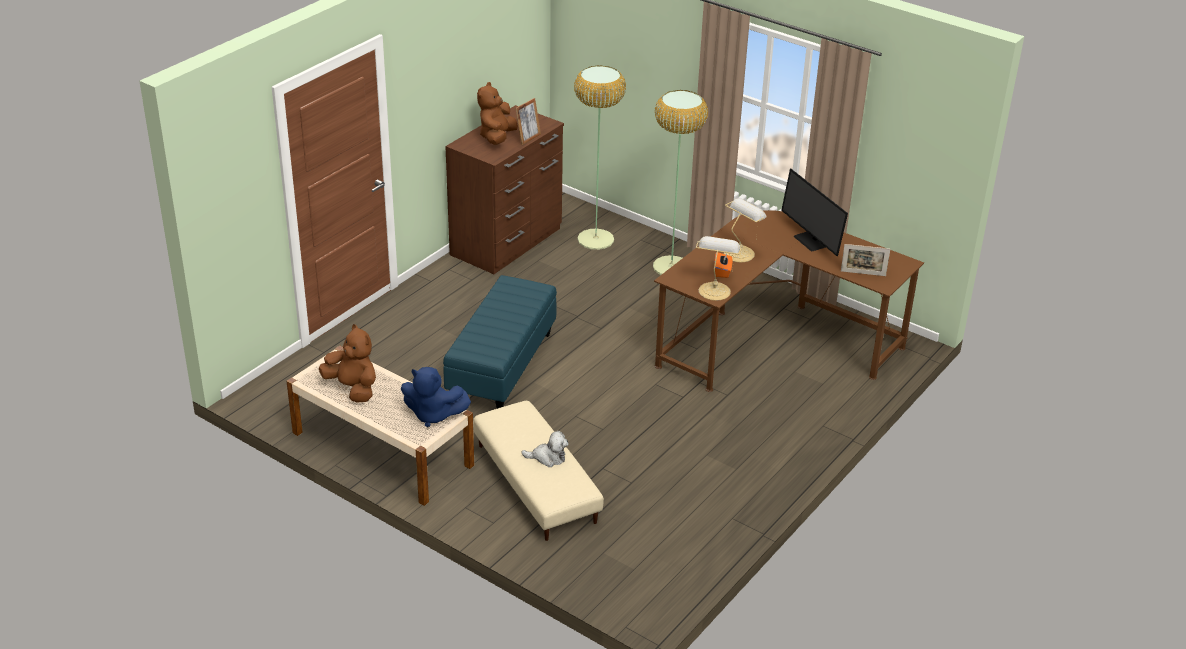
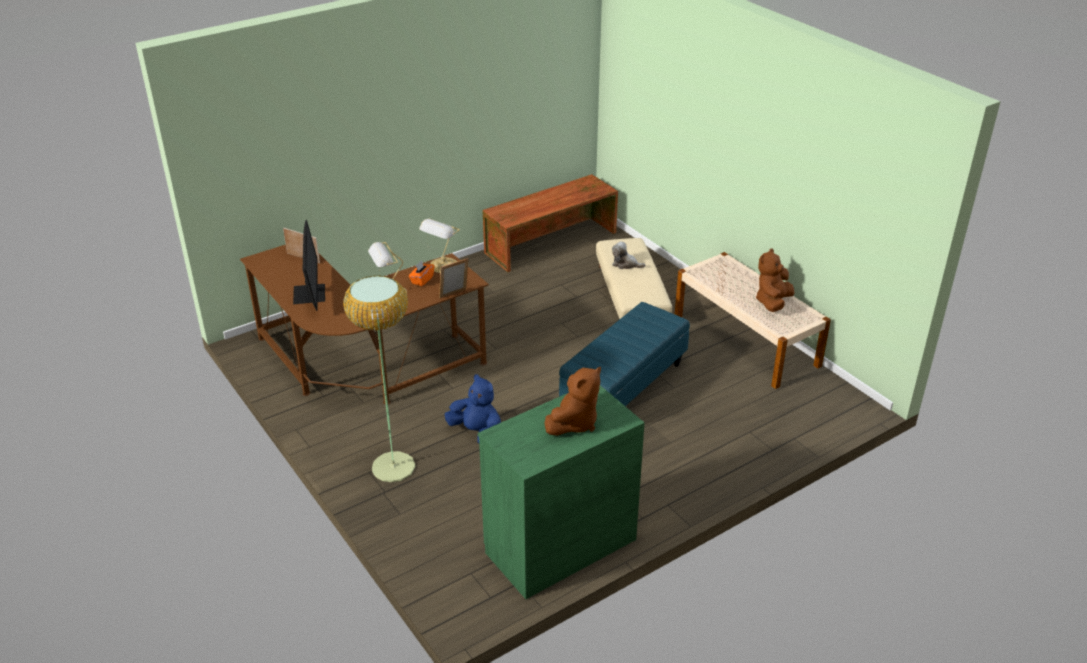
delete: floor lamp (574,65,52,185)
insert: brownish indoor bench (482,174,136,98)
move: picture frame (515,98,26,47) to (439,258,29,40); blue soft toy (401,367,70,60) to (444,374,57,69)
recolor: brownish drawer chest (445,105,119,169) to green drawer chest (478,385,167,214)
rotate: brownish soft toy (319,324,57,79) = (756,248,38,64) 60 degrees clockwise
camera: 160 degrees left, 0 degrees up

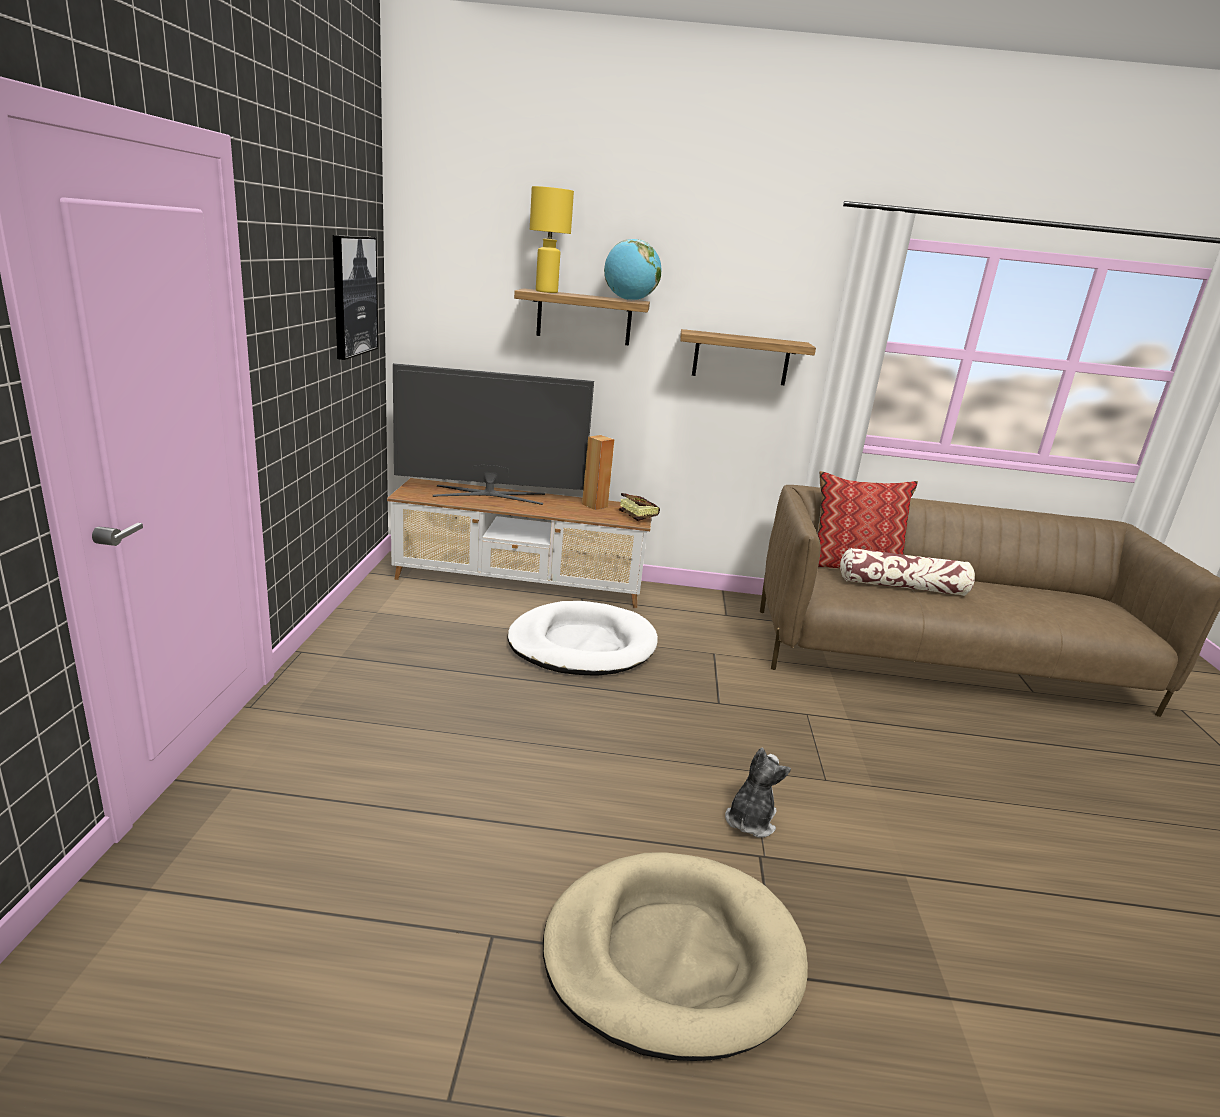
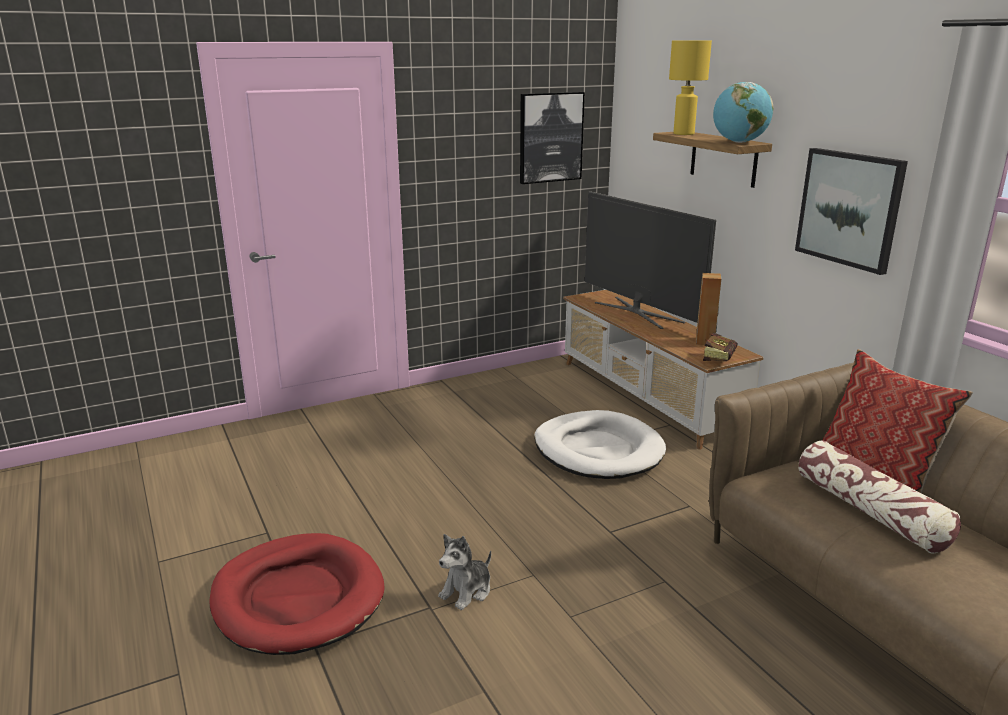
replace: shelf (680,329,136,56) to picture (795,148,113,127)
recolor: beige-coloured dog bed (543,852,265,209) to red dog bed (209,533,176,122)
rotate: soft toy (725,748,66,90) = (438,534,53,76) 135 degrees clockwise
camera: 60 degrees right, 0 degrees up

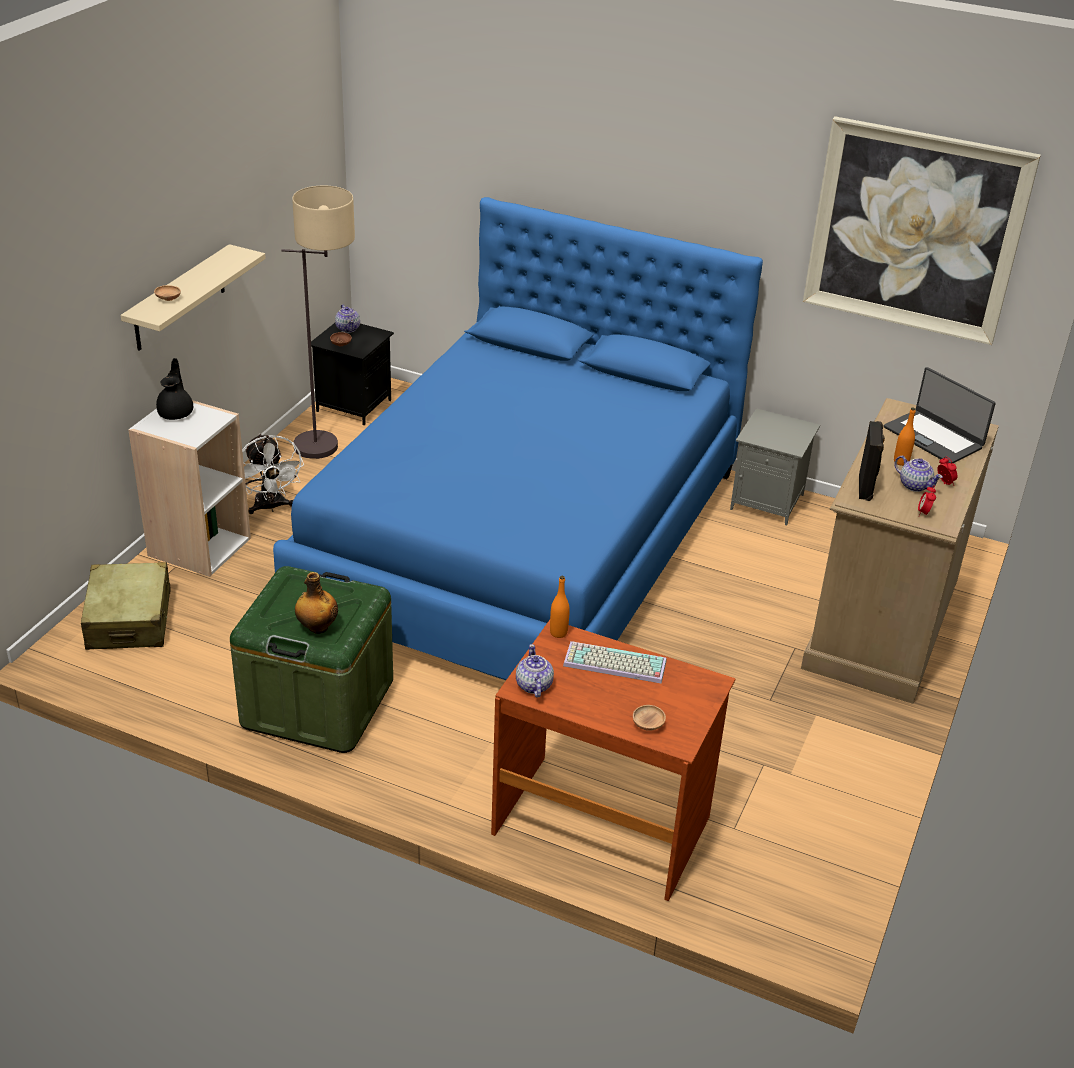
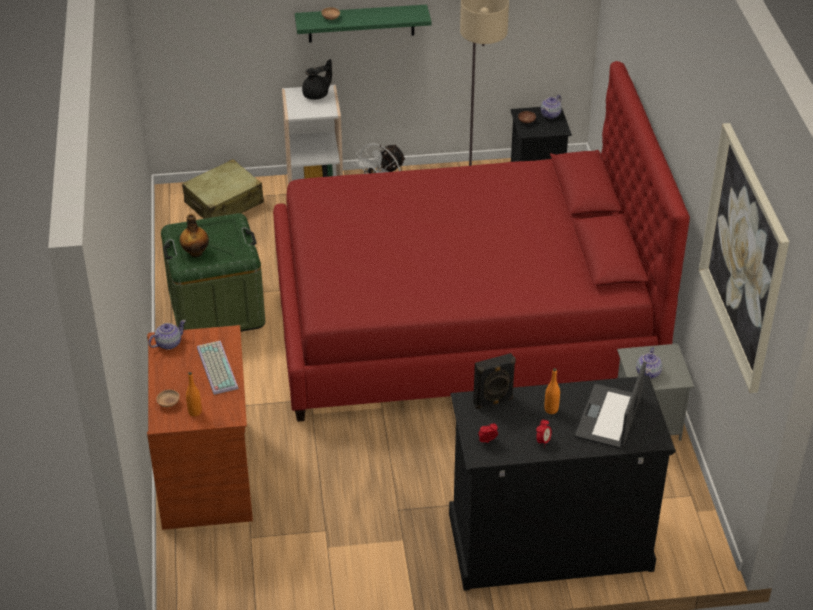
move: orangey drink bottle (550,576,20,62) to (186,372,16,44); tea pot (894,456,49,36) to (636,347,26,32)
recolor: blue bedroom bed (273,197,490,483) to red bedroom bed (273,61,417,361); beige-coloured shelf (121,244,145,106) to green shelf (295,4,136,38); beige-coloured drawer chest (801,398,198,306) to blackish drawer chest (449,376,227,215)
camera: 60 degrees right, 5 degrees up

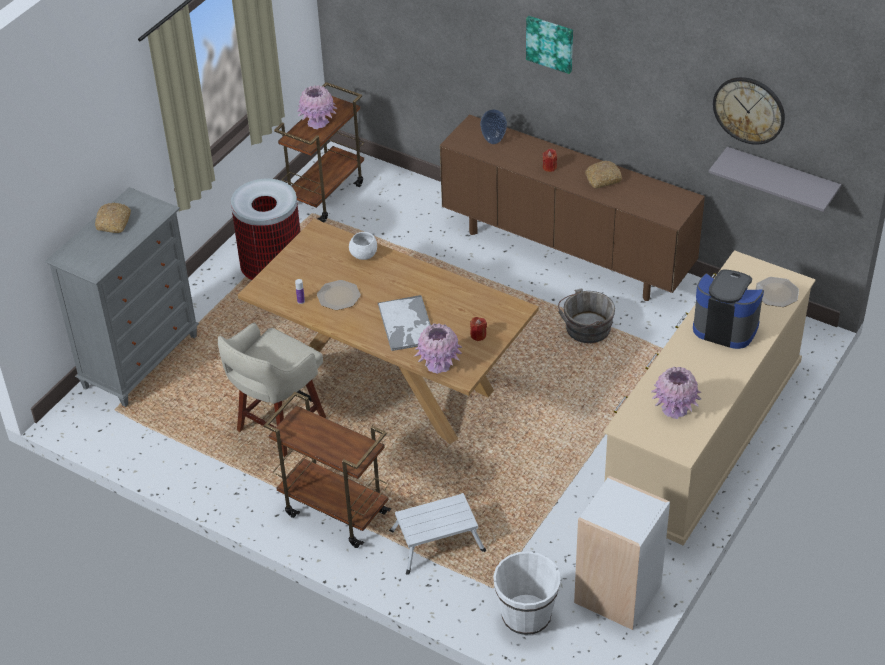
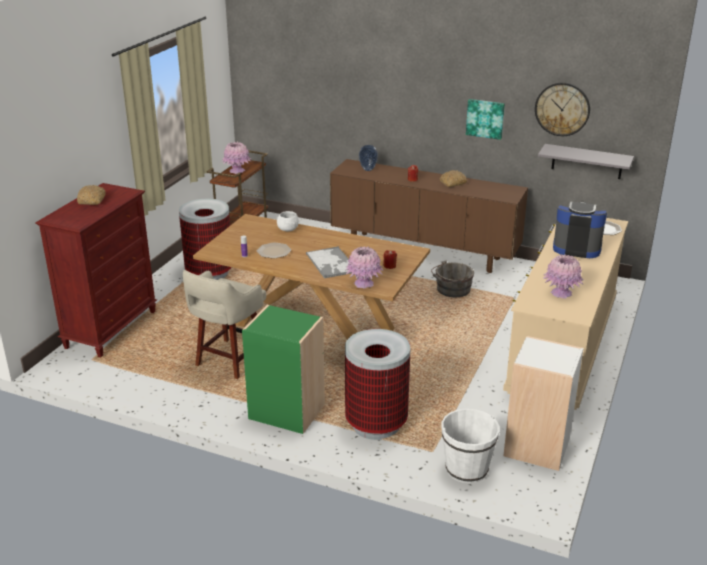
move: picture (526,16,47,58) to (466,99,39,41)
replace: brownish cart (264,392,127,156) to green shelving unit (242,305,83,129); white-coloured stepladder (389,493,97,82) to rubbish bin (345,329,66,111)
recolor: gray drawer chest (45,187,154,220) to red drawer chest (35,183,122,175)
camera: 10 degrees left, 15 degrees down

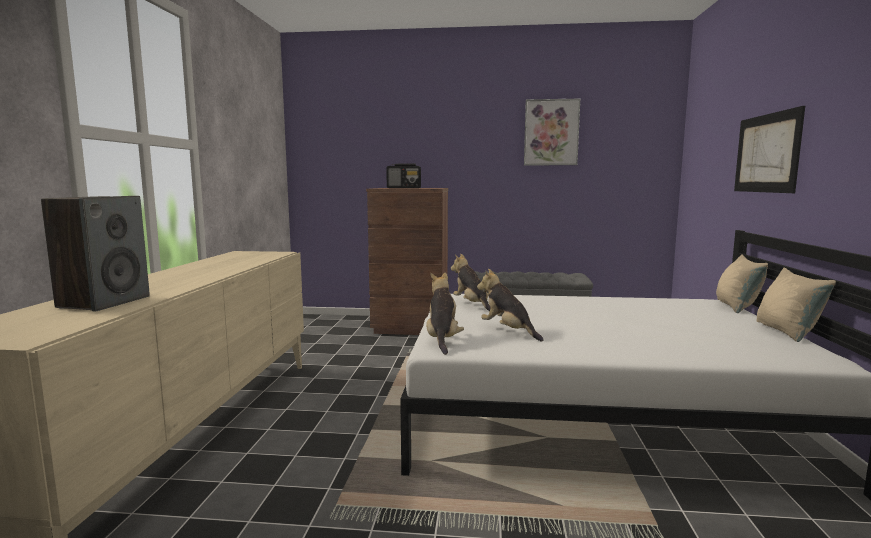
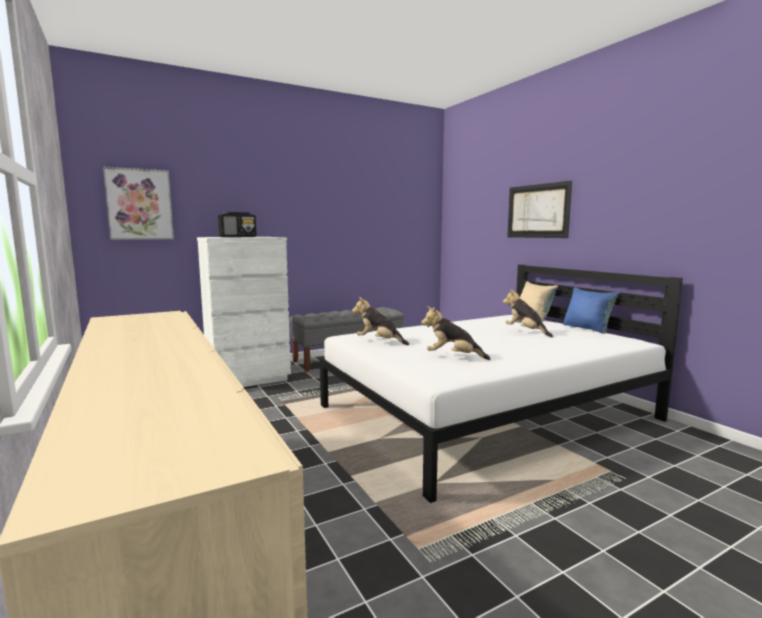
delete: speaker (41,196,109,115)
move: picture (524,99,56,66) to (103,167,71,73); soft toy (426,273,38,82) to (503,289,50,49)
recolor: brownish drawer chest (366,188,82,147) to white-coloured drawer chest (197,237,94,150); beige-coloured throw pillow (756,268,80,74) to blue throw pillow (563,287,56,47)
camera: 35 degrees left, 0 degrees up

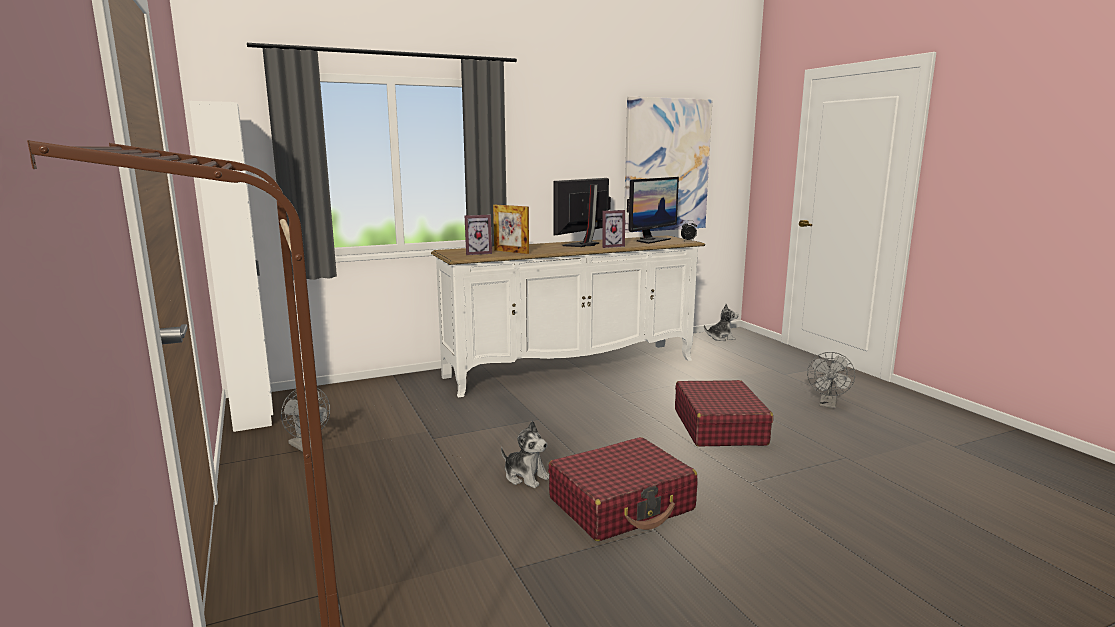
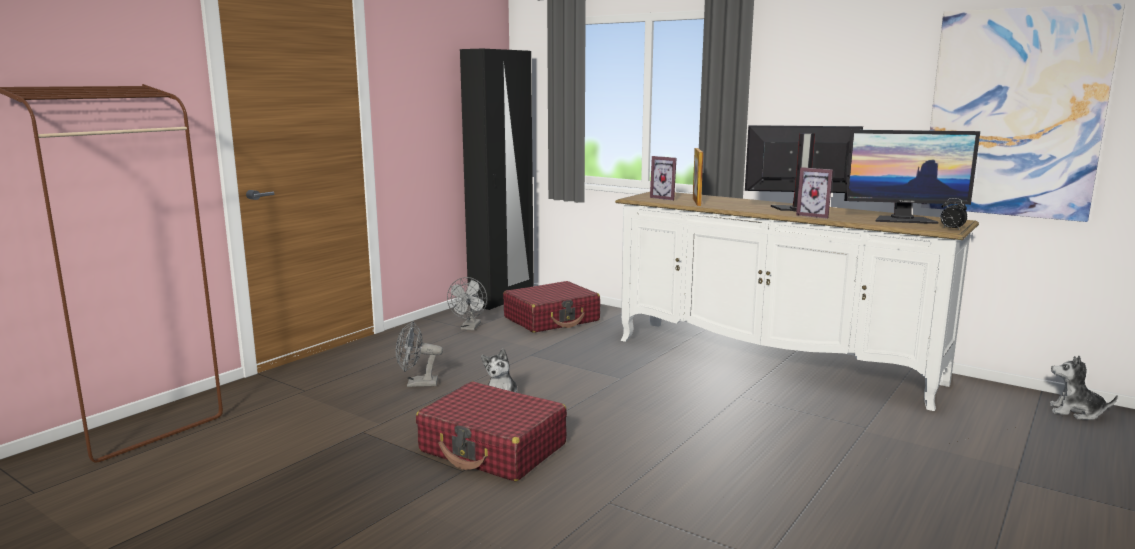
move: gray cooling fan (807,352,48,56) to (396,321,47,66); red piece of luggage (675,380,98,66) to (503,281,97,52)
recolor: white-coloured clothes cupboard (189,101,84,331) to blackish clothes cupboard (460,49,74,261)
rotate: soft toy (704,304,35,37) = (1050,356,68,64) 150 degrees clockwise
camera: 60 degrees right, 0 degrees up

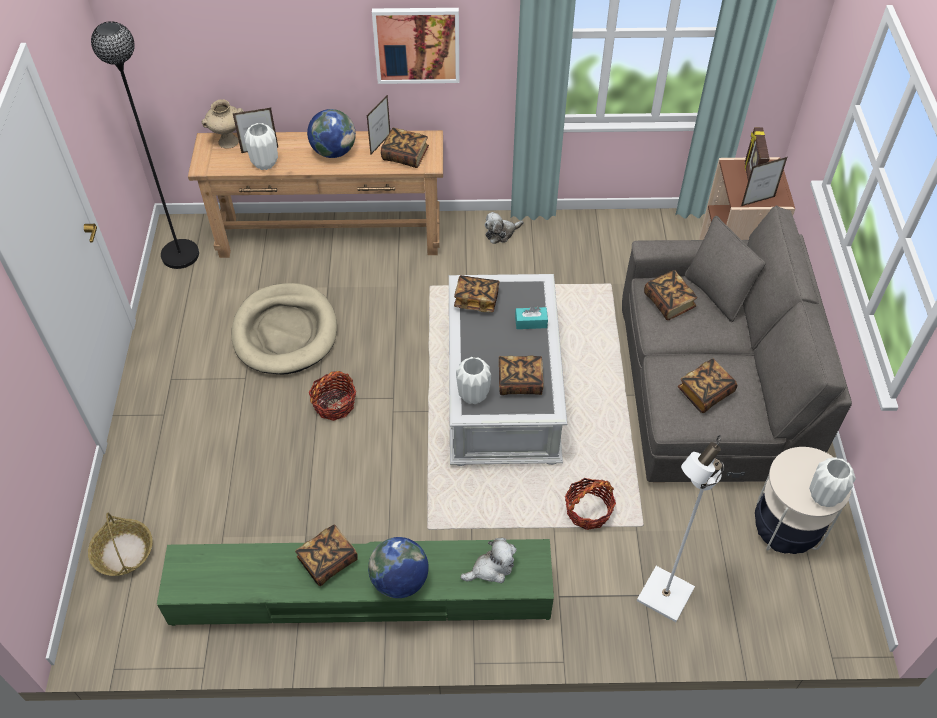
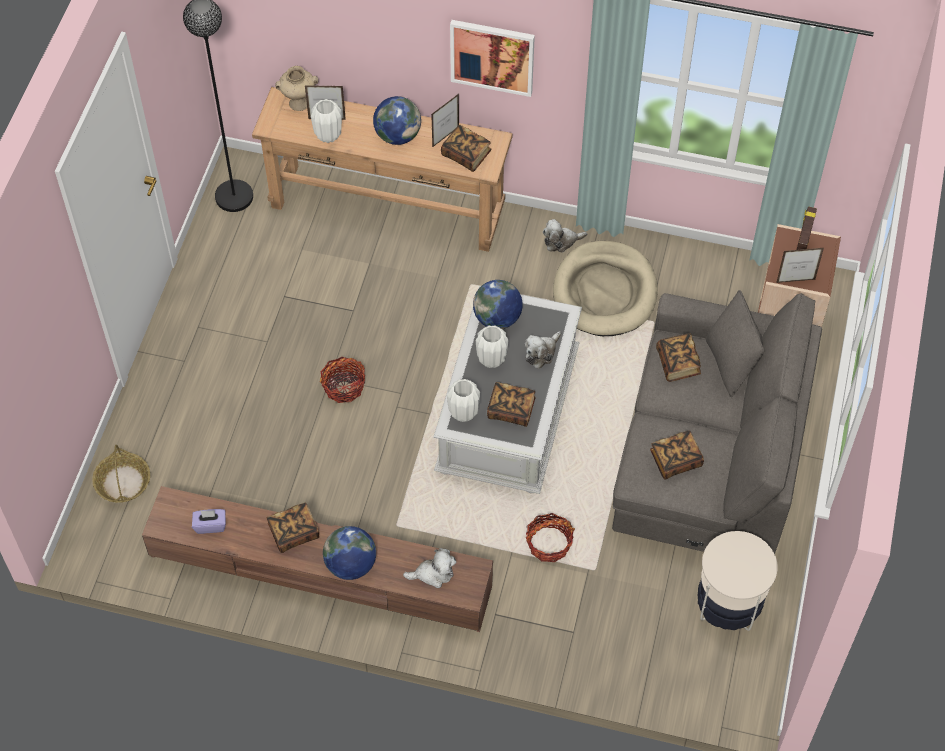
delete: white-coloured floor lamp (637,435,87,187)
insert: purple tissue holder (192,509,34,25)
move: white-coloured decorative vase (809,457,47,50) to (476,325,32,43); beige-coloured dog bed (231,283,106,91) to (553,241,105,95)
replace: book (454,275,46,38) to globe (473,280,50,49); blue-green tissue holder (515,306,33,23) to soft toy (525,331,36,38)
recolor: green tv stand (157,539,397,87) to brownish tv stand (142,486,351,146)
camera: 15 degrees right, 5 degrees up

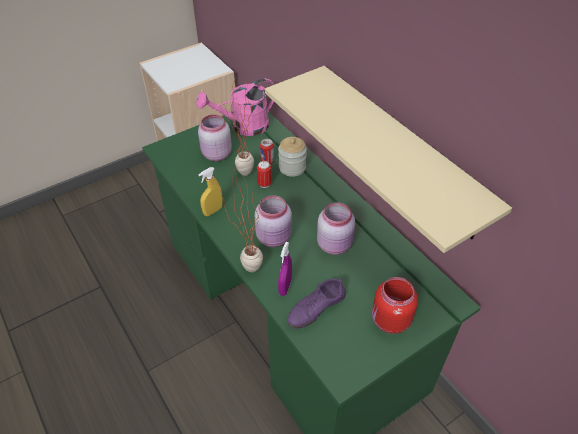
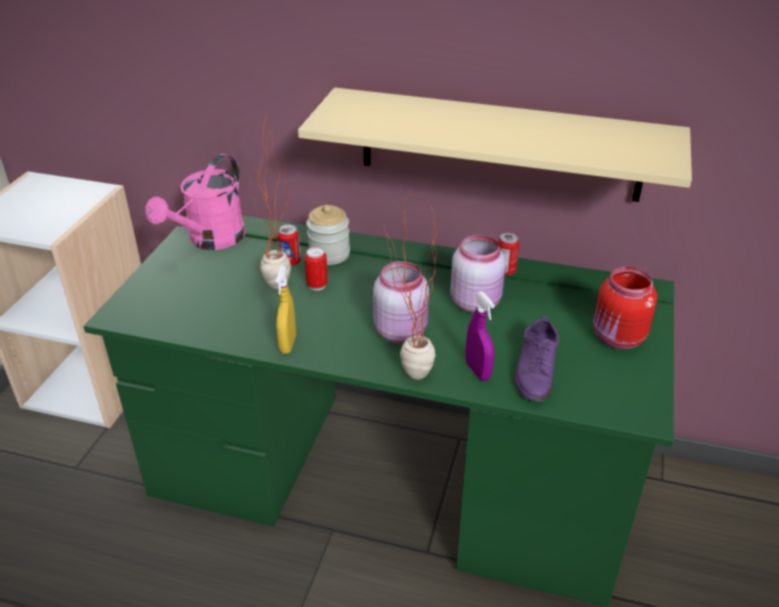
delete: pink preserve jar (198,114,34,47)
insert: can (498,233,22,42)
camera: 40 degrees left, 10 degrees down

